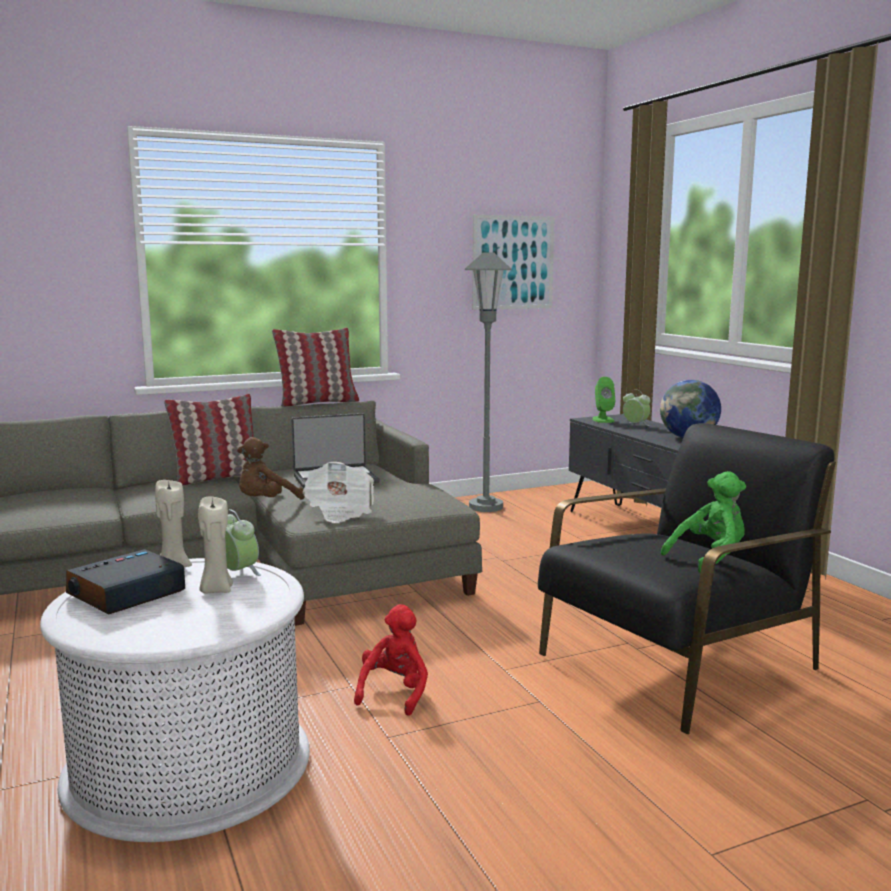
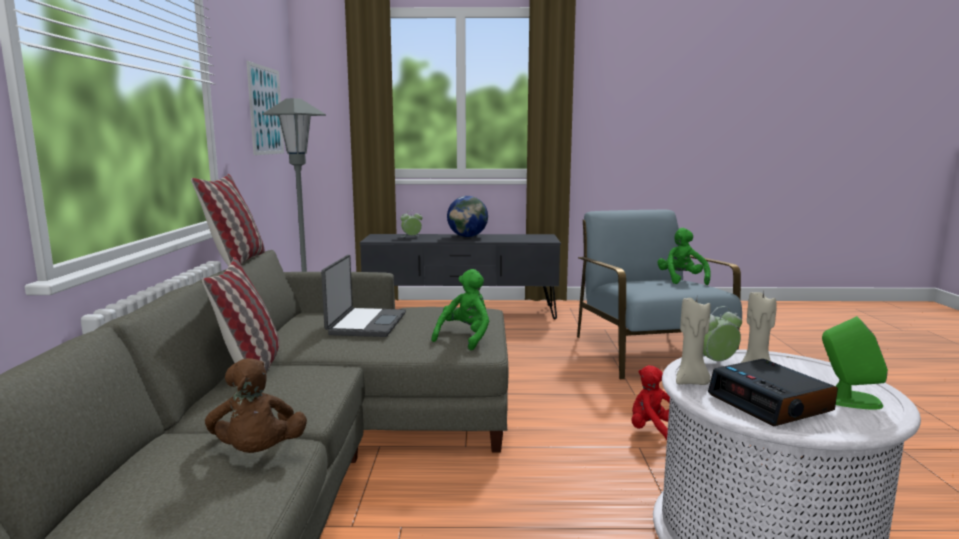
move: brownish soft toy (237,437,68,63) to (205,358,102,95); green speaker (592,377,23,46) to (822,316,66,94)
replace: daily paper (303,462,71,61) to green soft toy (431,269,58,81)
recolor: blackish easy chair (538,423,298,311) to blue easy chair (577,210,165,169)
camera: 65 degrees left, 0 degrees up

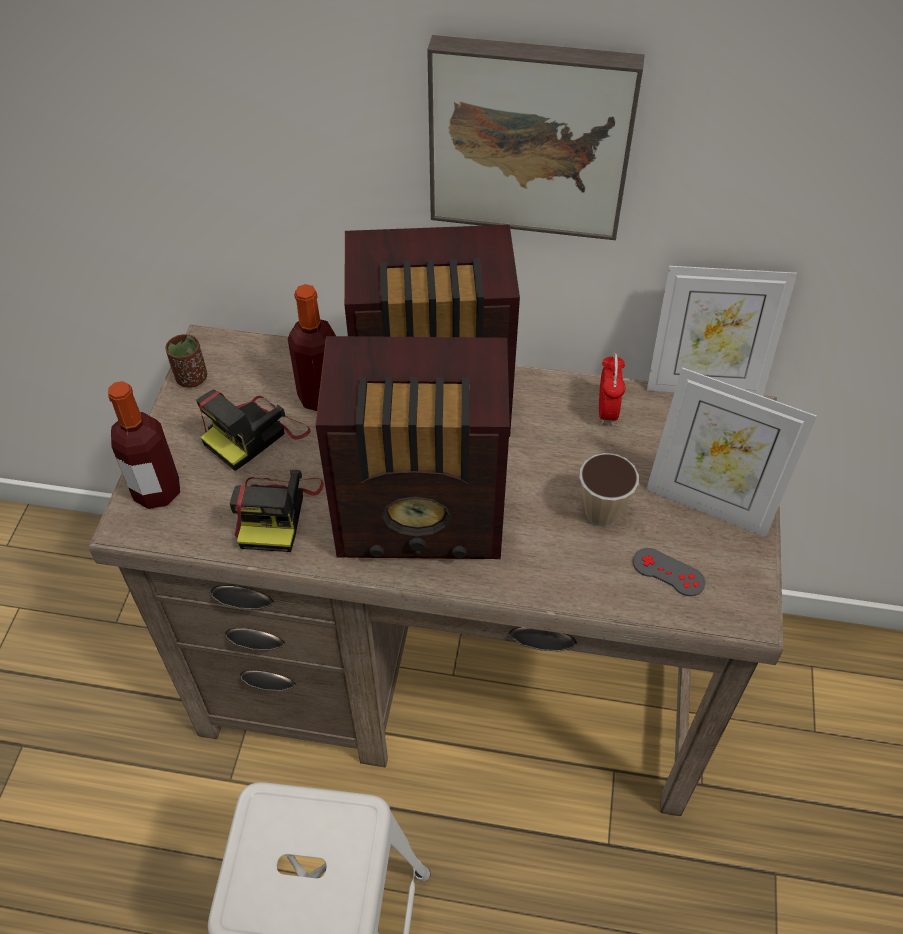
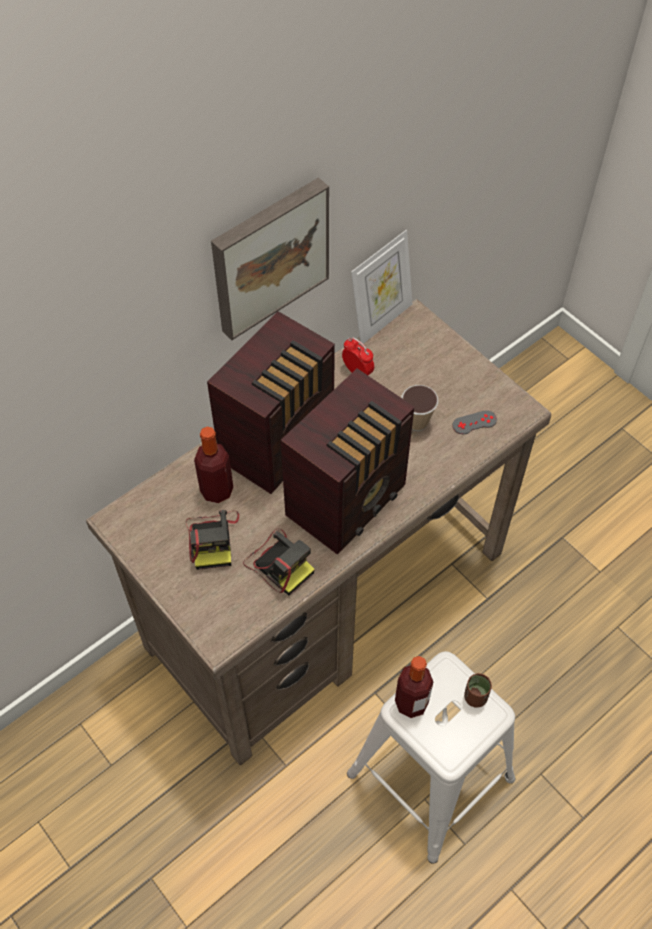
delete: picture frame (646,367,171,170)
move: drink bottle (108,381,72,128) to (395,656,38,62); brownish cup (166,334,41,54) to (464,673,28,35)
camera: 50 degrees left, 5 degrees up

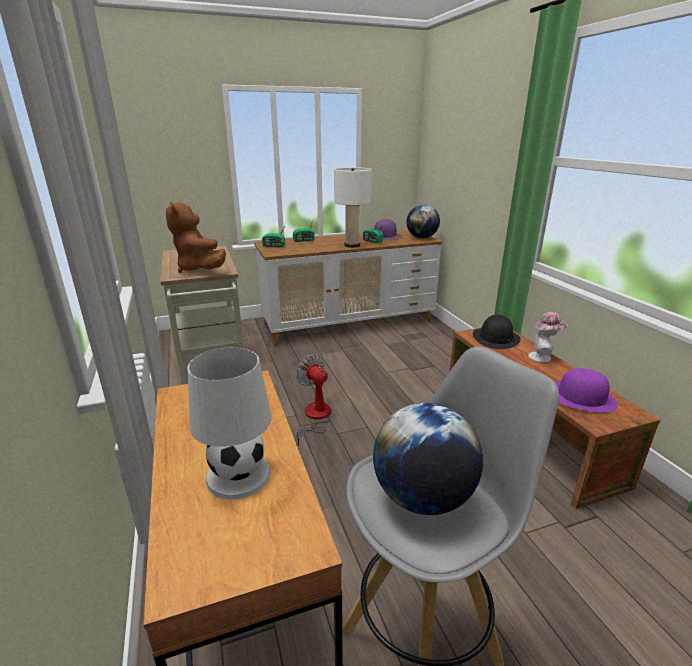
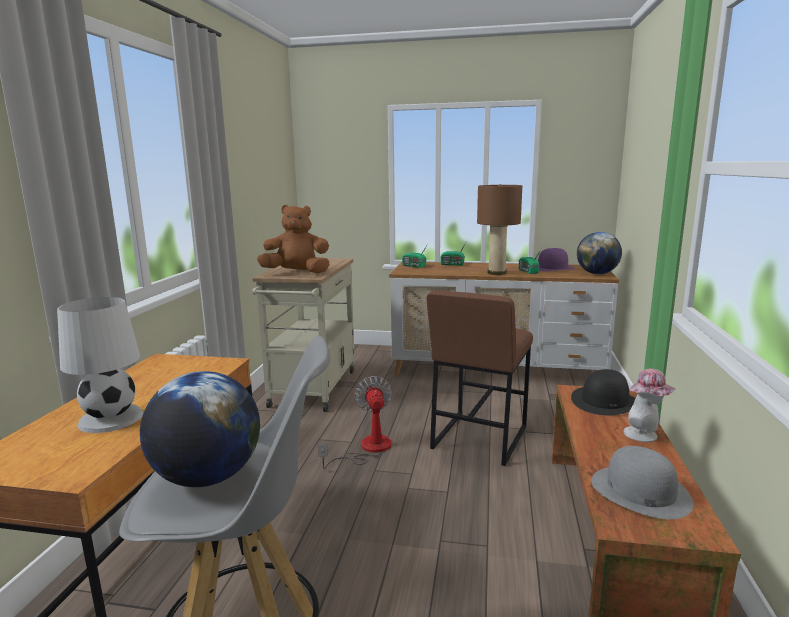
insert: brownish plain chair (427,290,106,176)
recolor: white-coloured lamp for a table (334,167,38,81) to brownish lamp for a table (477,184,45,91); purple wearable hat (556,368,62,45) to gray wearable hat (591,446,102,73)
rotate: brownish soft toy (166,202,60,71) = (257,205,73,68) 90 degrees clockwise
camera: 30 degrees right, 10 degrees down

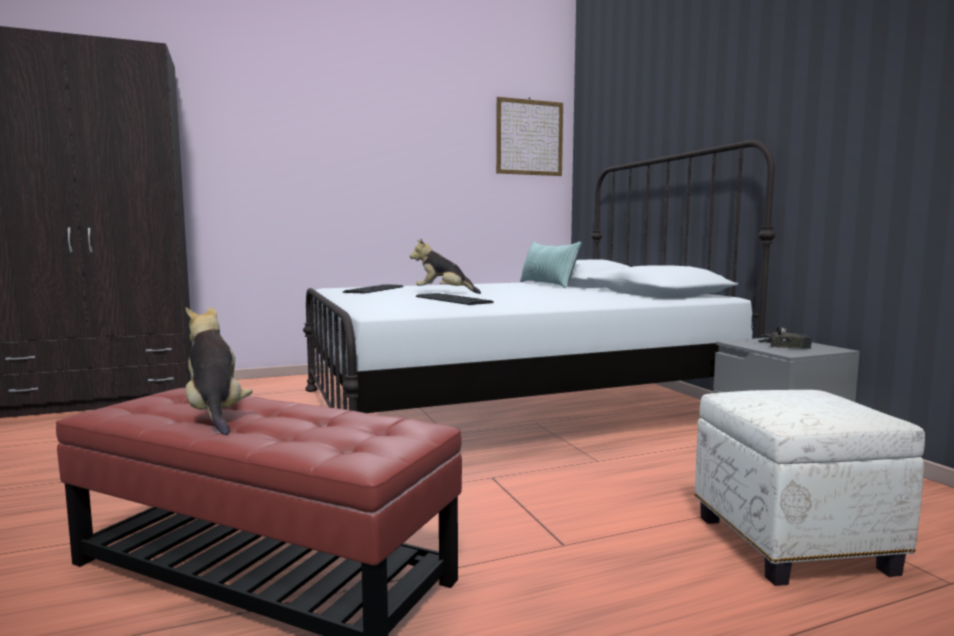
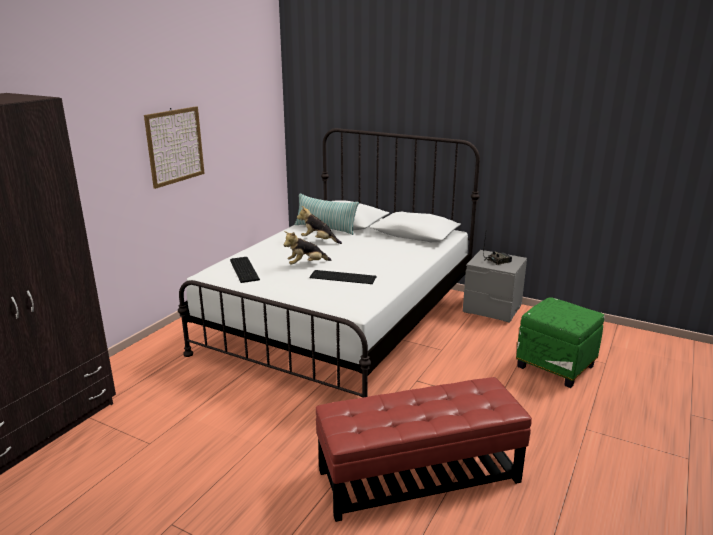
move: picture (496,97,67,79) to (144,106,61,83); soft toy (185,307,68,128) to (297,206,45,38)
recolor: white-coloured footrest (694,390,231,196) to green footrest (516,297,89,91)
camera: 40 degrees left, 15 degrees up

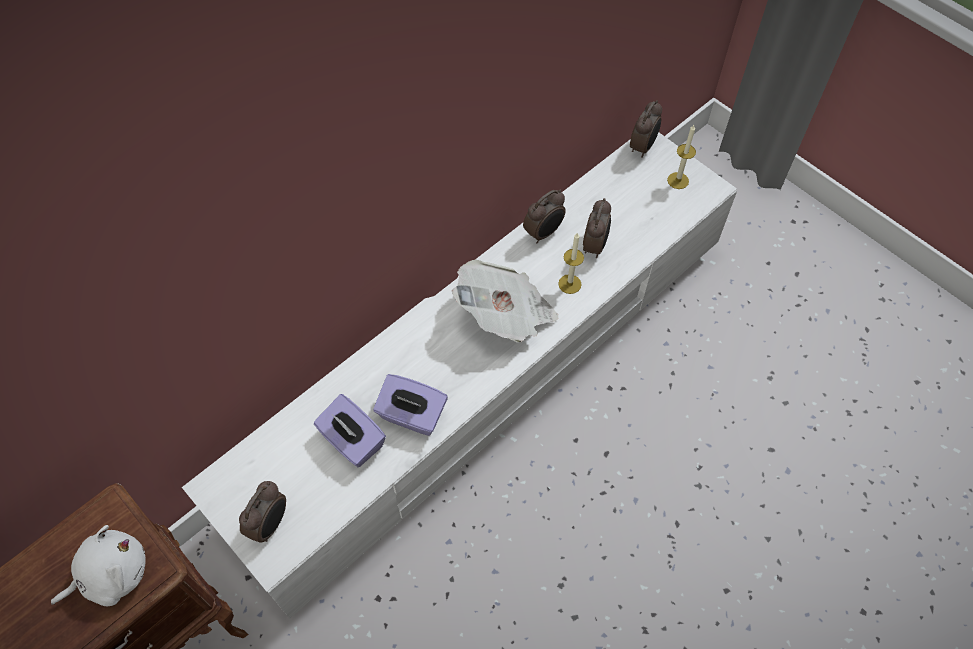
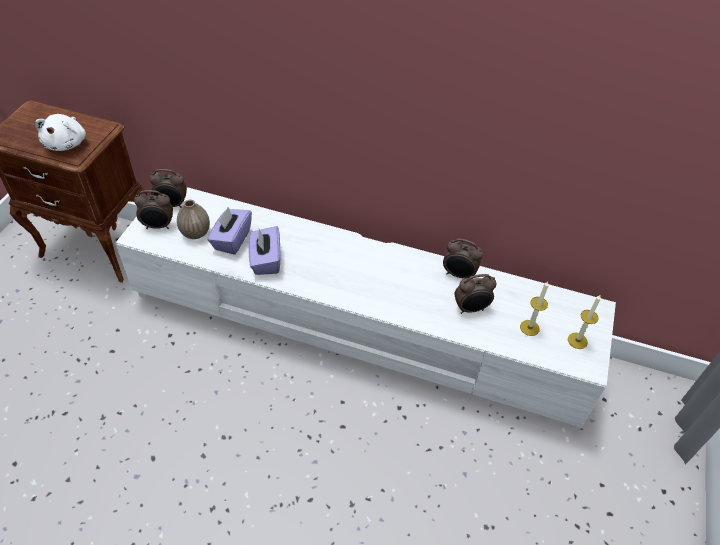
delete: daily paper (452,259,106,83)
insert: decorative vase (177,200,33,39)
move: alarm clock (630,100,32,58) to (150,169,37,39); wax light (558,232,26,62) to (520,281,29,55)
rotate: white-coloured soft toy (51,525,95,82) = (35,114,51,37) 60 degrees clockwise
camera: 60 degrees right, 10 degrees down

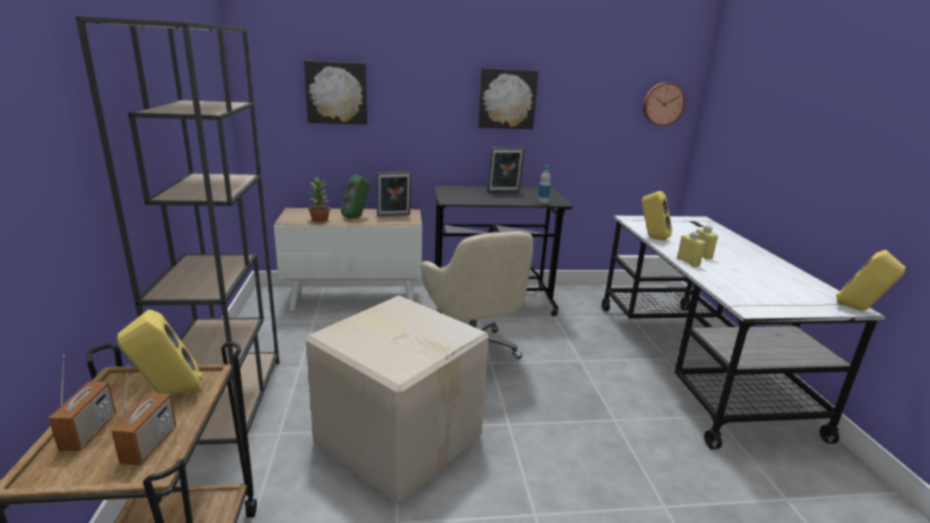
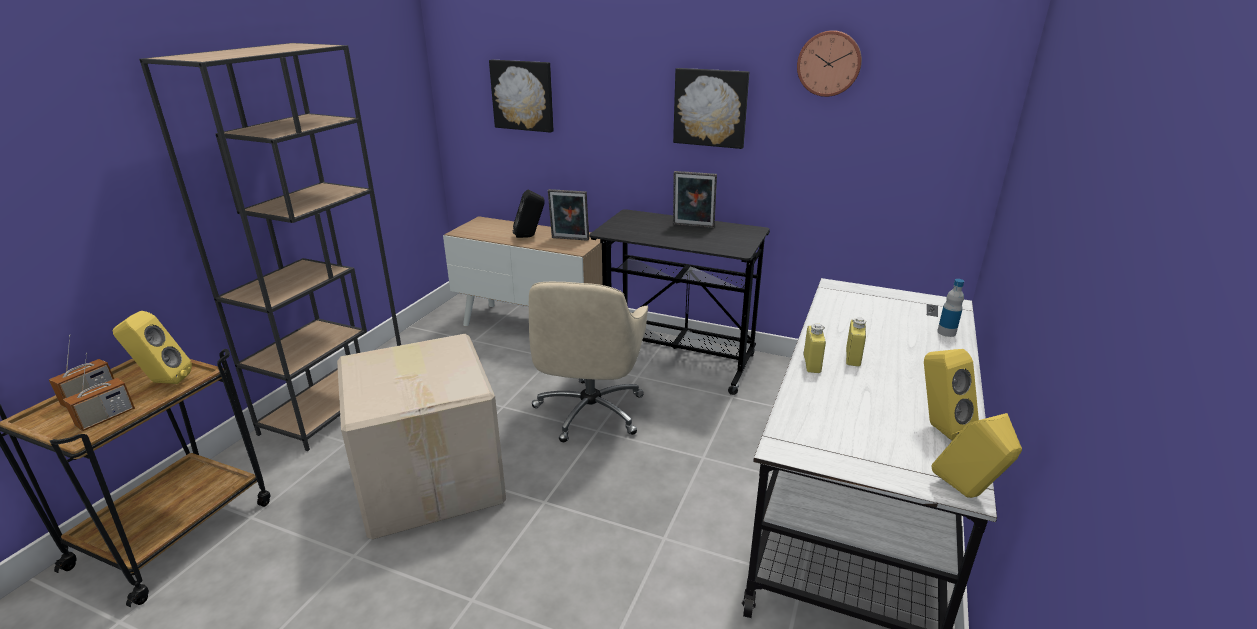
delete: plant in a pot (308,176,22,46)
move: clock on the wall (643,82,43,44) to (797,30,65,67); yellow speaker (642,191,30,49) to (924,349,55,92); drink bottle (538,165,13,38) to (937,279,27,58)
recolor: green speaker (341,175,29,44) to blackish speaker (513,189,32,49)
camera: 30 degrees right, 5 degrees up

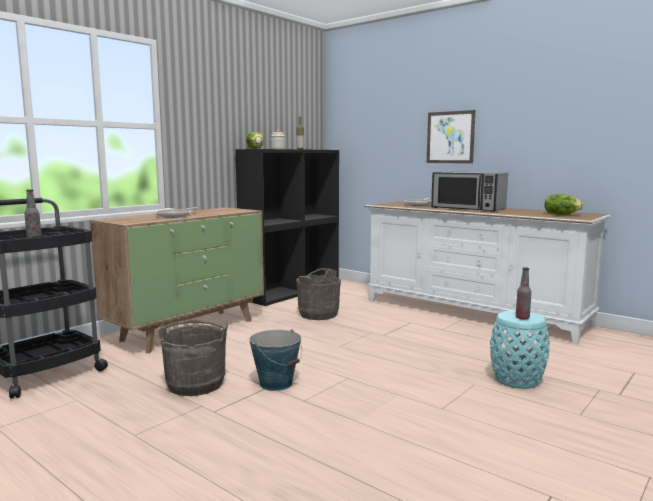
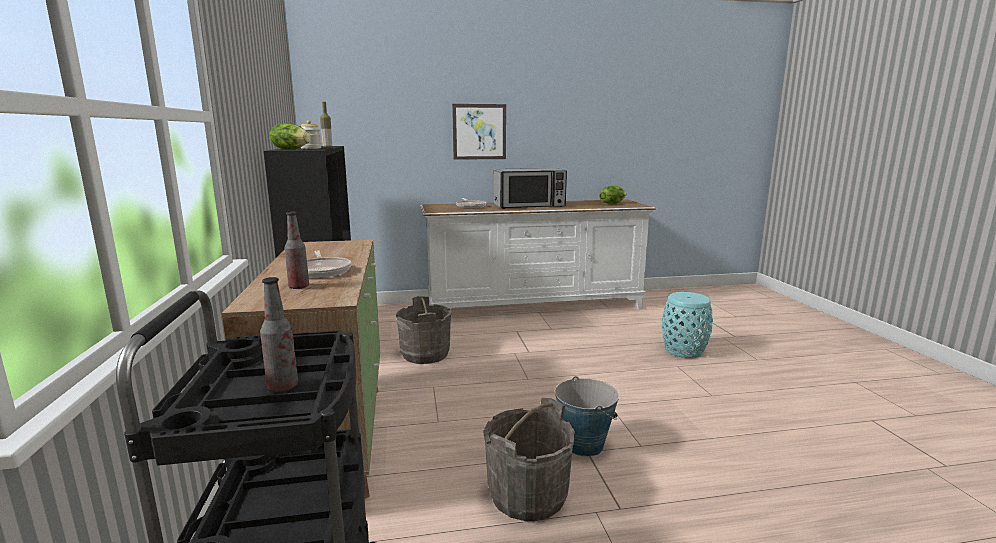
move: drink bottle (516,267,15,53) to (284,212,25,77)
camera: 50 degrees left, 5 degrees up

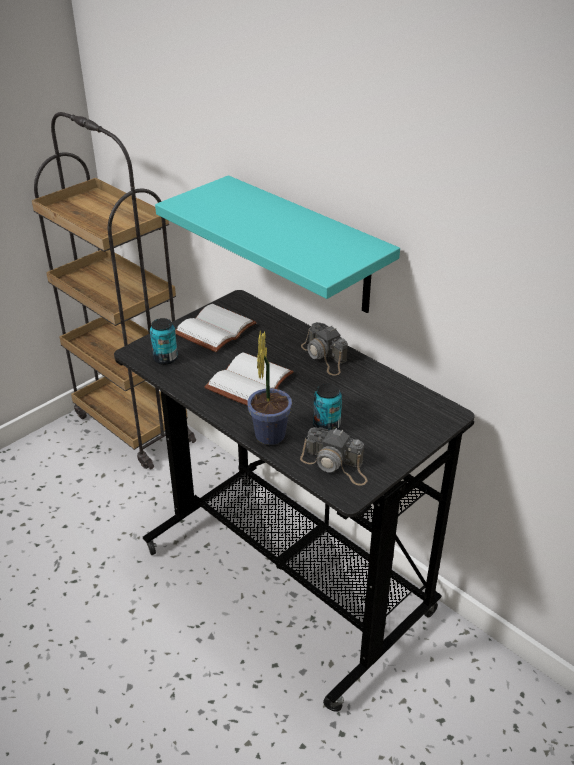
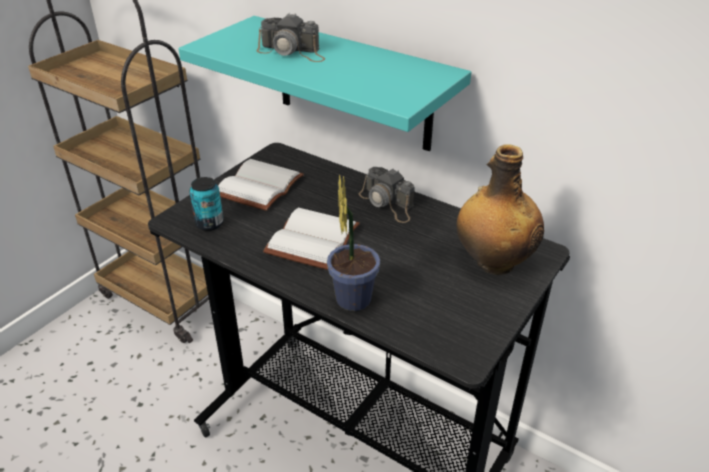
delete: can (313,383,29,48)
insert: drink bottle (457,144,87,131)
move: still camera (300,427,68,59) to (257,13,68,49)
camera: 10 degrees left, 0 degrees up

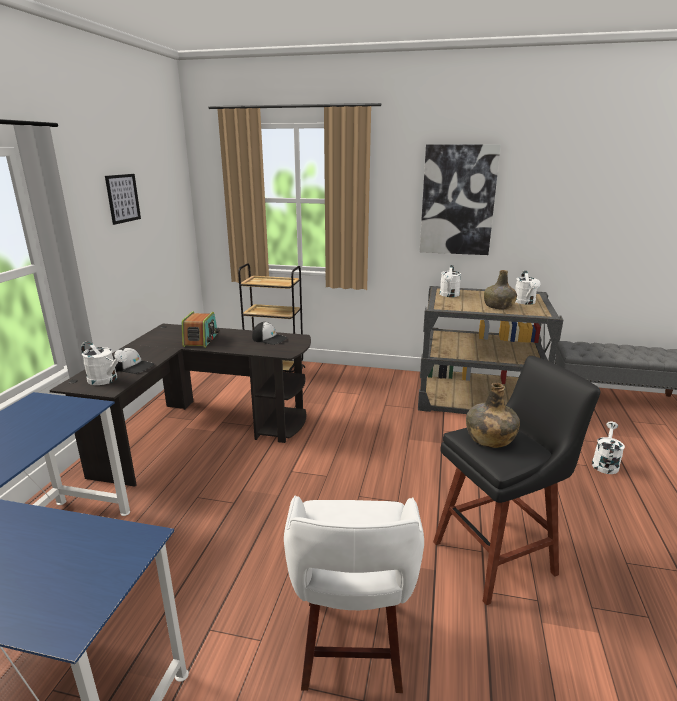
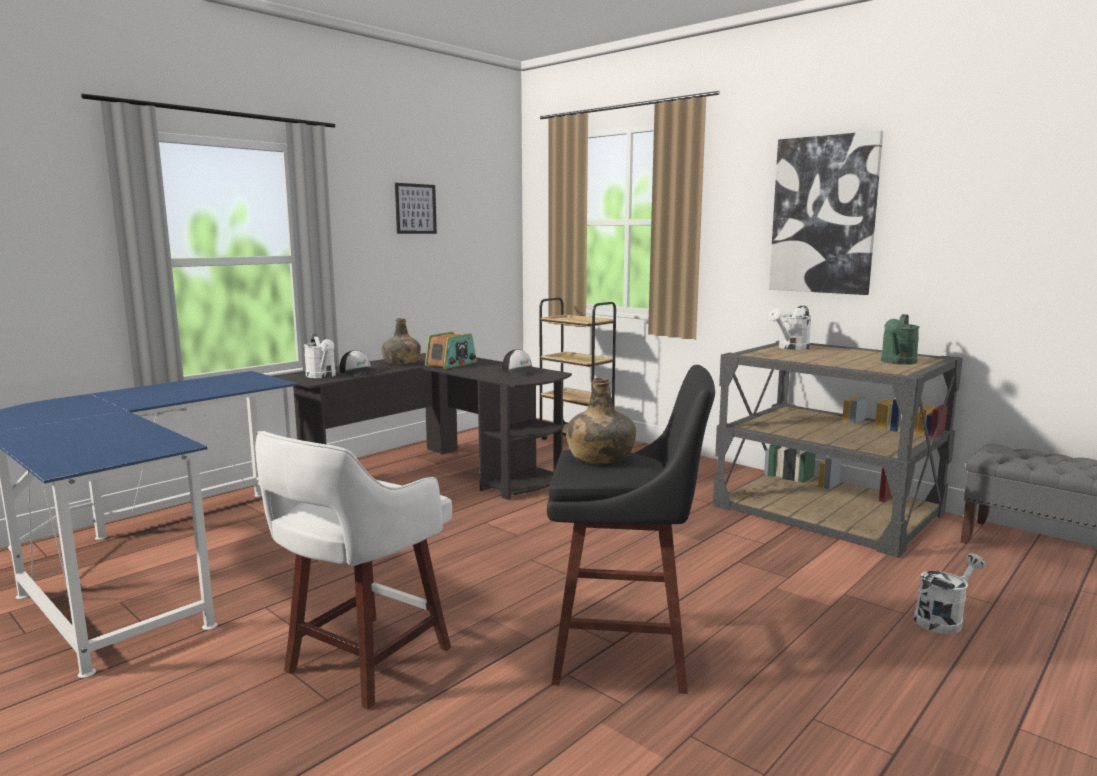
move: green drink bottle (484,270,33,39) to (382,318,39,47)
recolor: white-coloured watering can (515,271,26,34) to green watering can (881,314,39,51)
camera: 30 degrees right, 10 degrees down

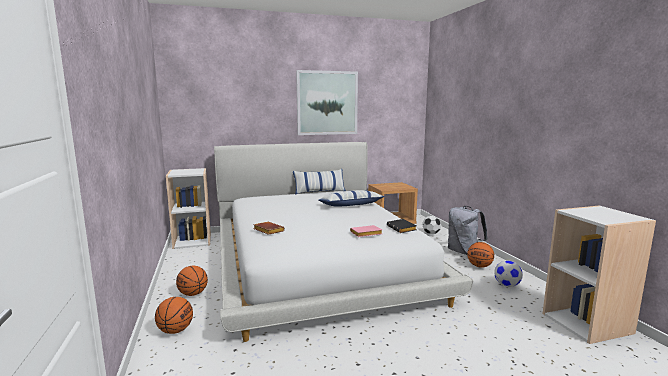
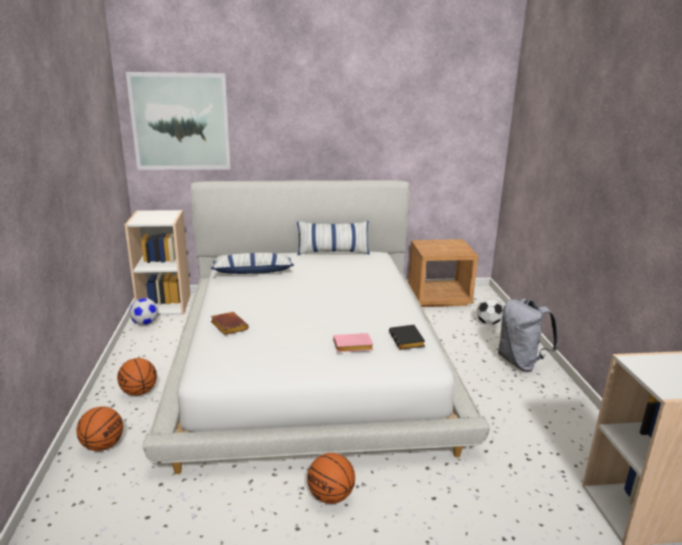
move: picture (296,70,62,65) to (126,72,105,98); football ball (494,261,29,26) to (129,298,29,27); throw pillow (318,190,67,16) to (211,253,83,21); basketball ball (467,242,27,26) to (307,453,48,51)
camera: 10 degrees right, 10 degrees up

